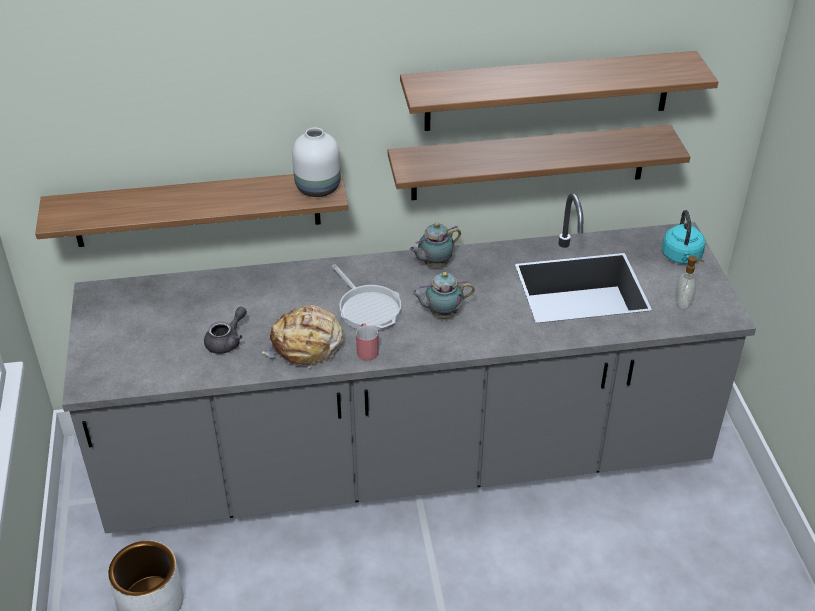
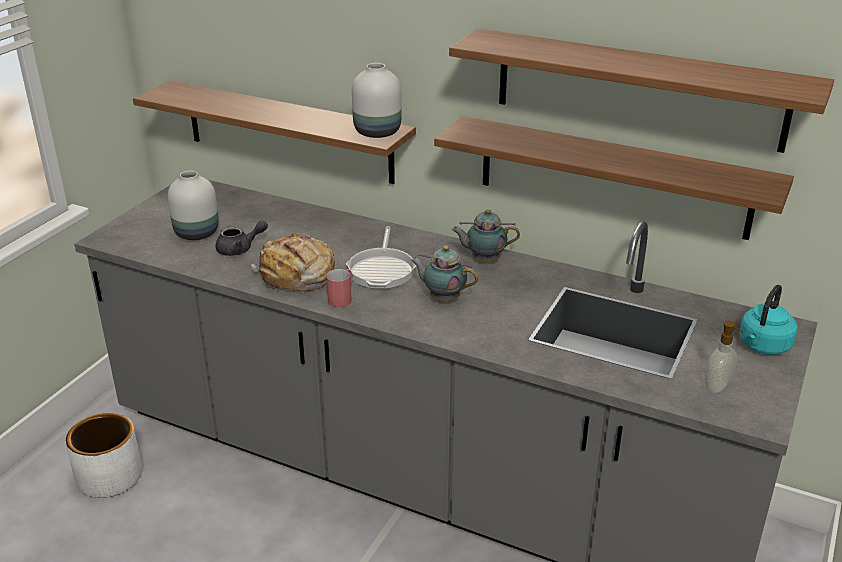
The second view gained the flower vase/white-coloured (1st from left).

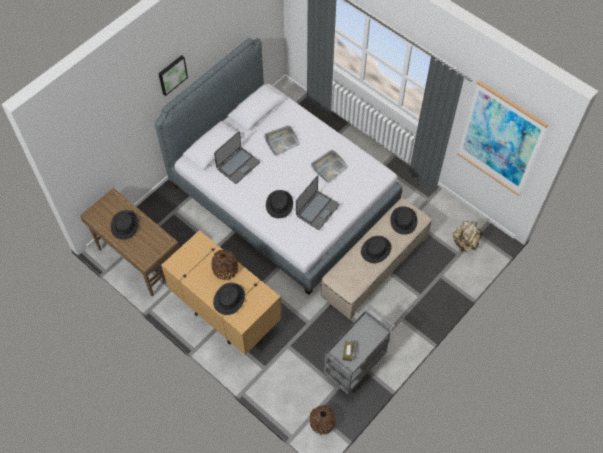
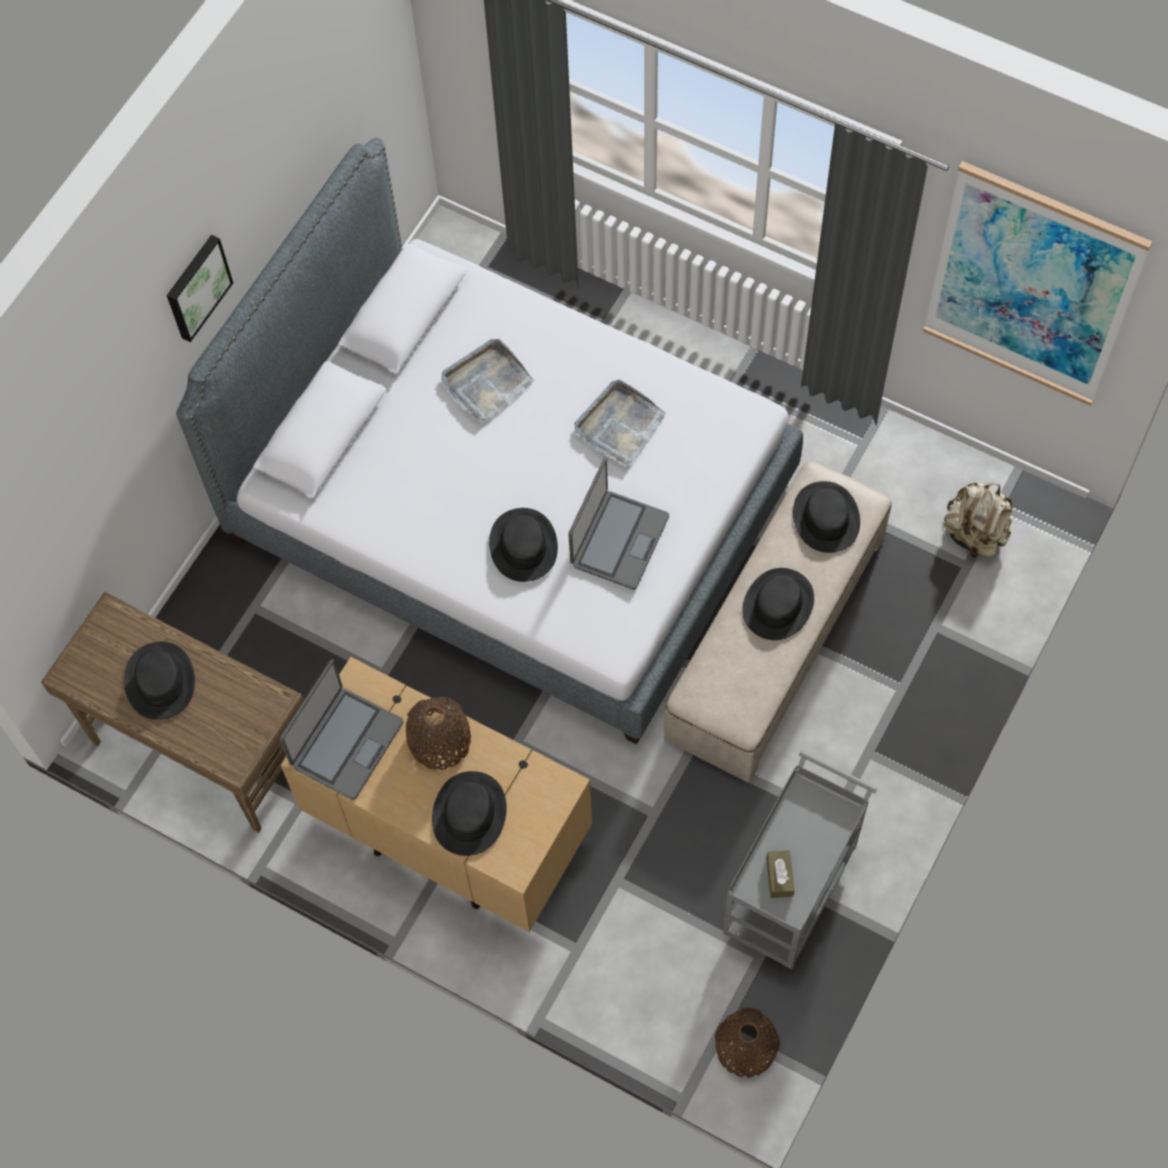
The portable computer (1st from left) ended up elsewhere.

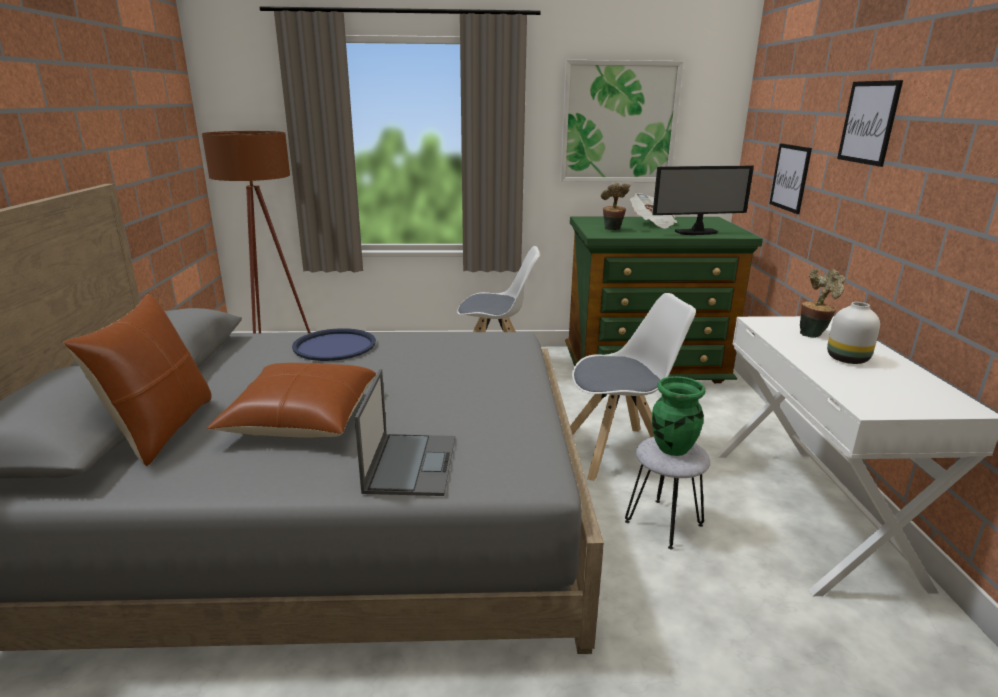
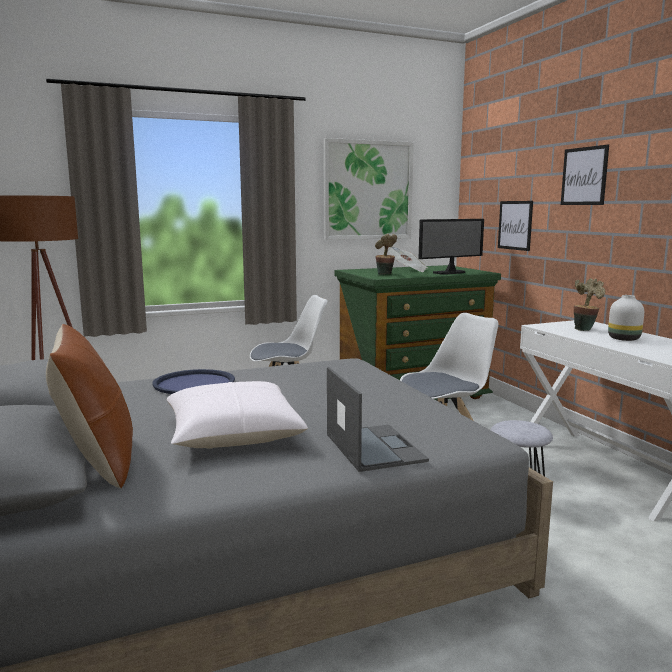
What was the throw pillow/brownish (2nd from left) turned into the throw pillow/white-coloured. The second view lost the flower vase/green.

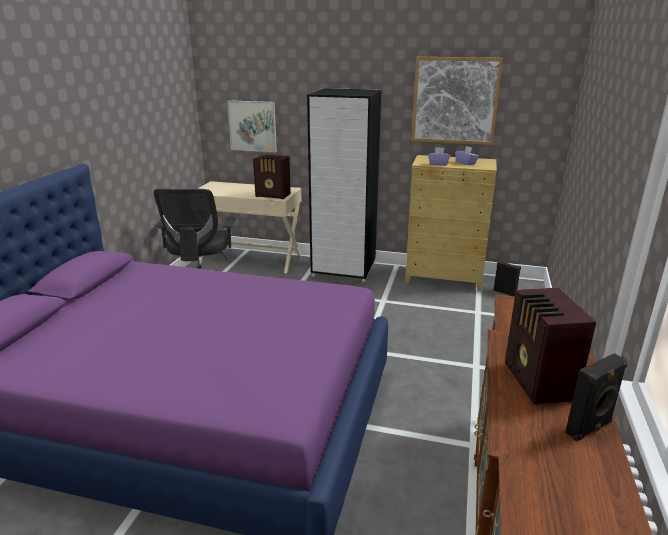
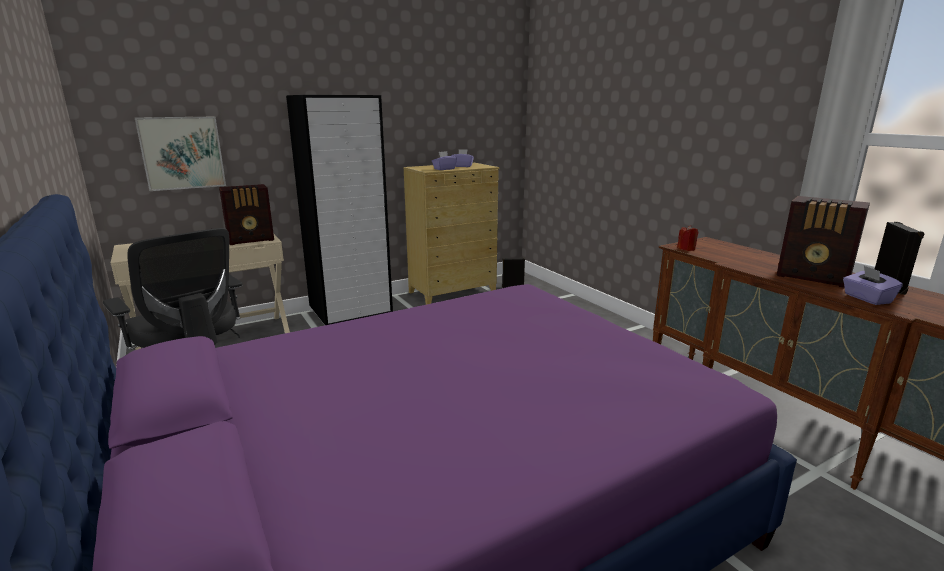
The second view gained the wax light/reddish. The second view gained the tissue holder/purple-coloured (3rd from left). The second view lost the wall art (2nd from left).

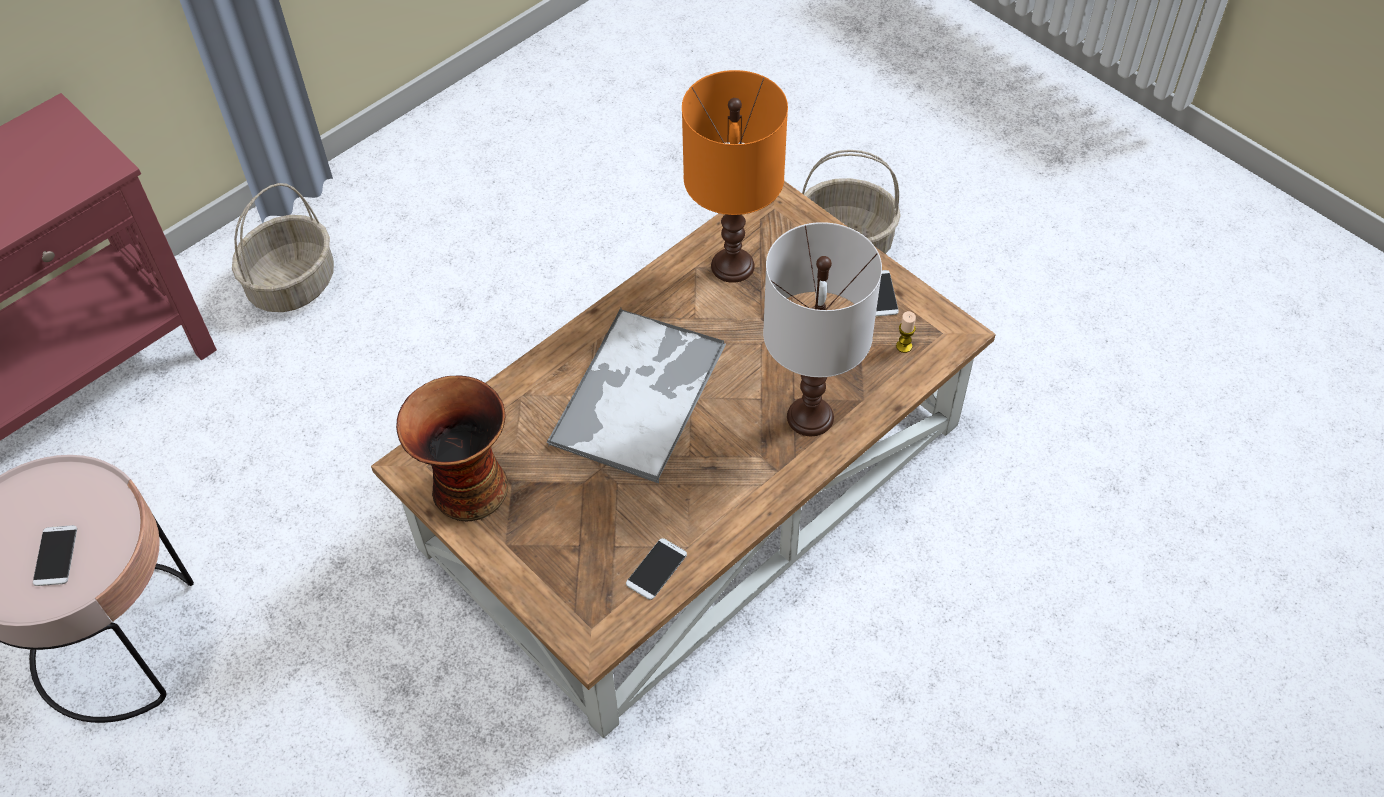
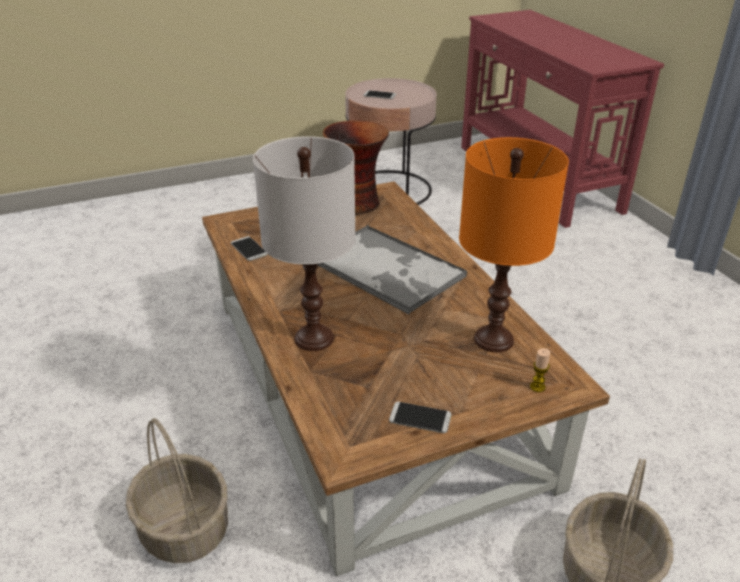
The household basket (1st from left) ended up elsewhere. The wax light ended up elsewhere.

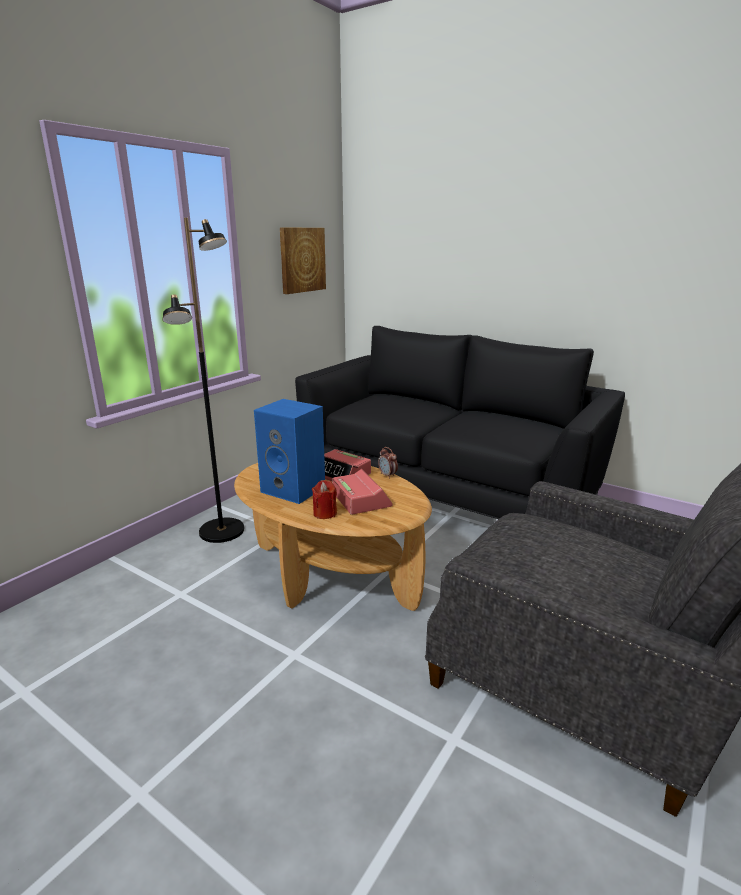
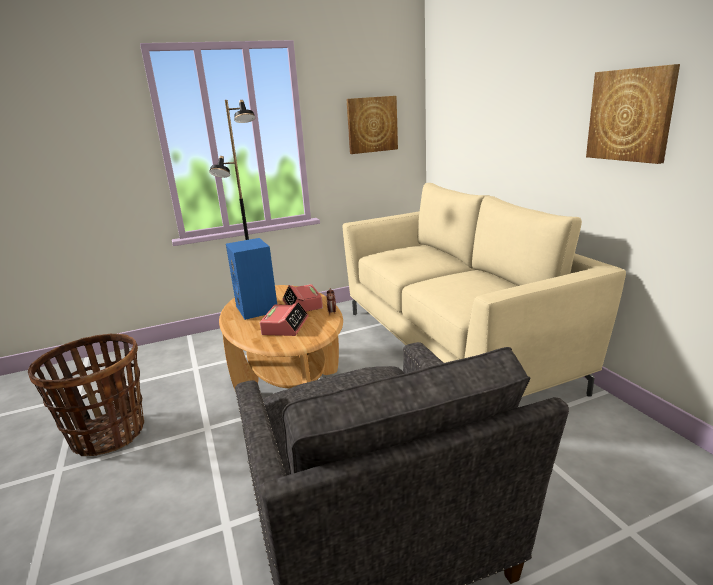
The second view gained the household basket. What was the settee/black-coloured turned into the settee/sand-coloured. The second view gained the wall art (2nd from left). The second view lost the wax light/reddish.

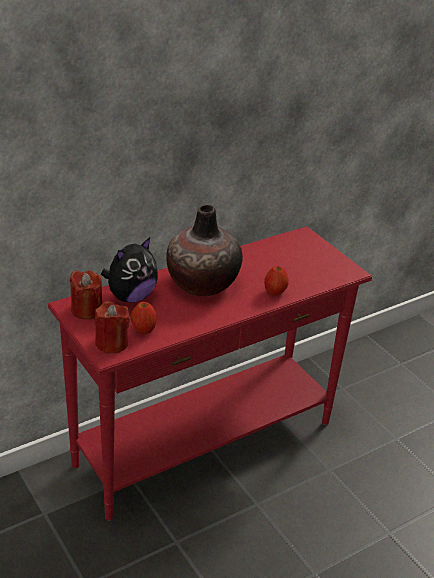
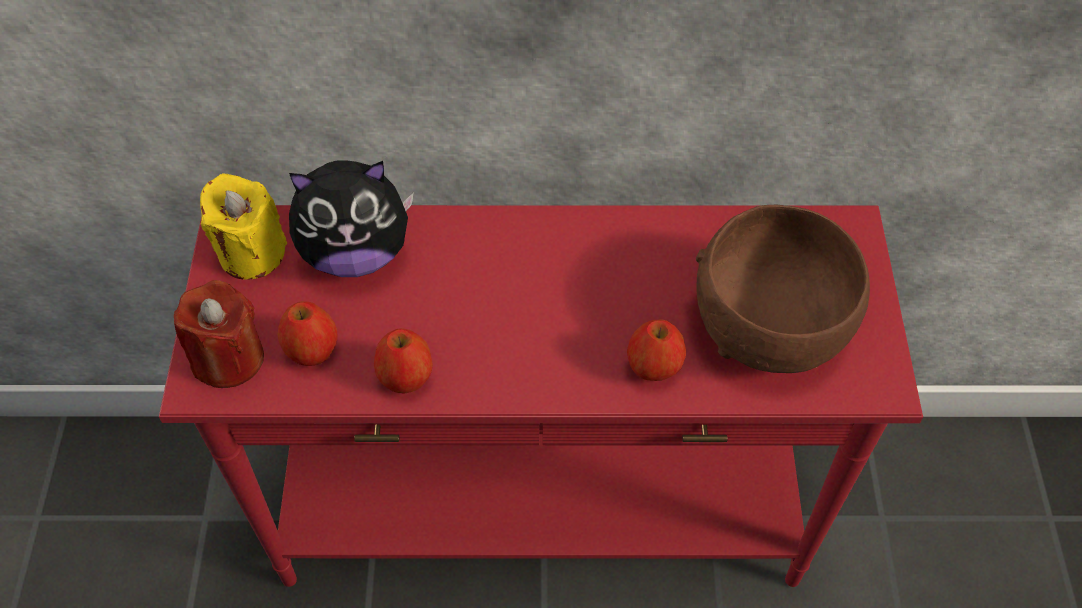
What was the wax light/reddish (1st from left) turned into the wax light/yellow-coloured. The second view gained the apple fruit (2nd from left). The second view gained the bowl/brownish. The second view lost the flower vase.

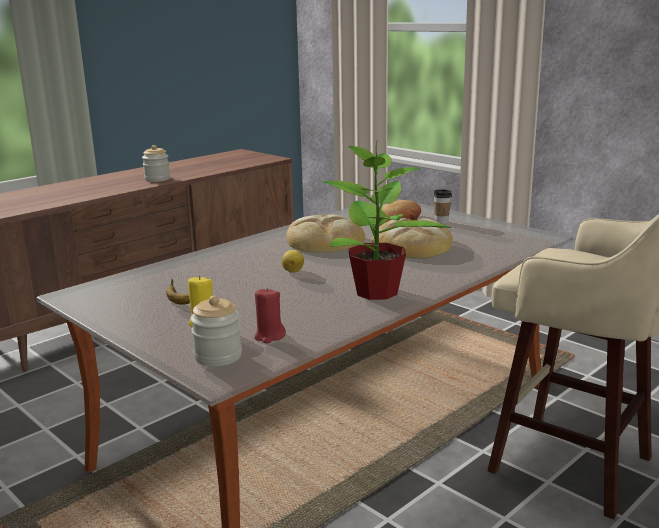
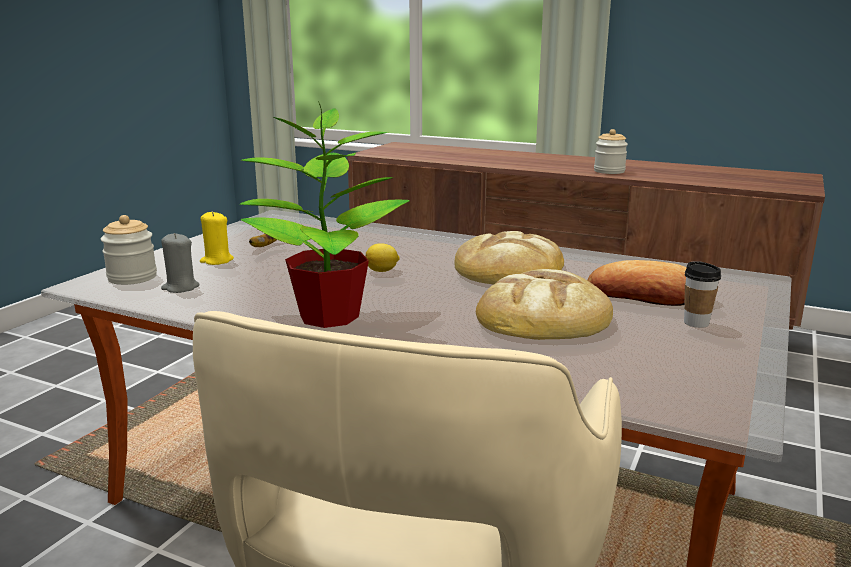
What was the wax light/reddish turned into the wax light/greyish.

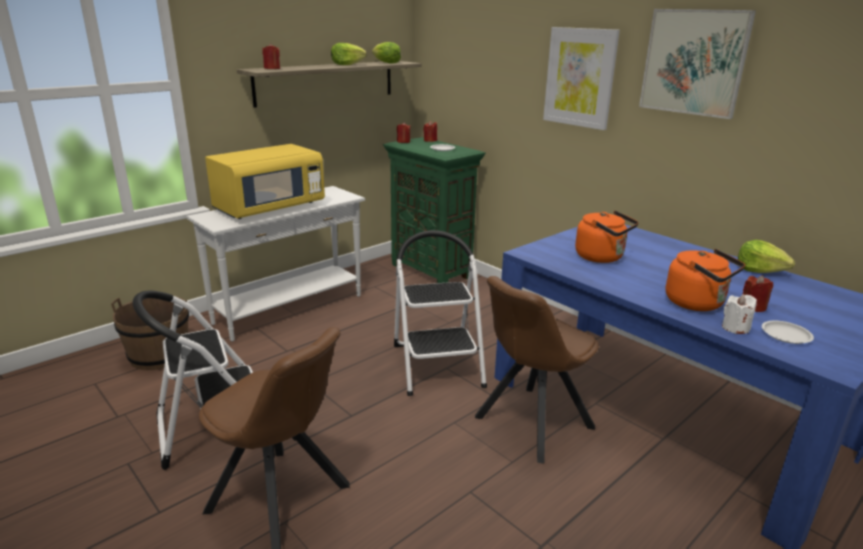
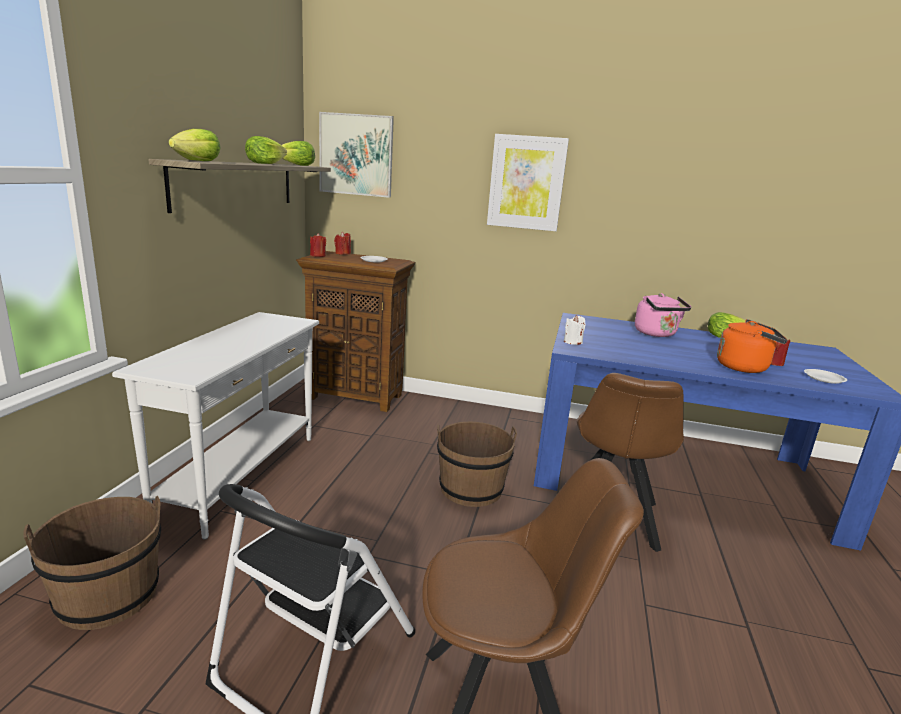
Where the wax light/reddish (1st from left) stood, the lettuce (1st from left) came to stand. What was the storage cabinet/green turned into the storage cabinet/brownish. The wall art (2nd from left in the first image) ended up elsewhere. Where the step stool (2nd from left) stood, the pail/brownish (2nd from left) came to stand. The wax light/white-coloured ended up elsewhere. The second view gained the tea kettle/pinkish. The second view lost the kitchen microwave/yellow-coloured. The second view lost the tea kettle/orange-coloured (1st from left).

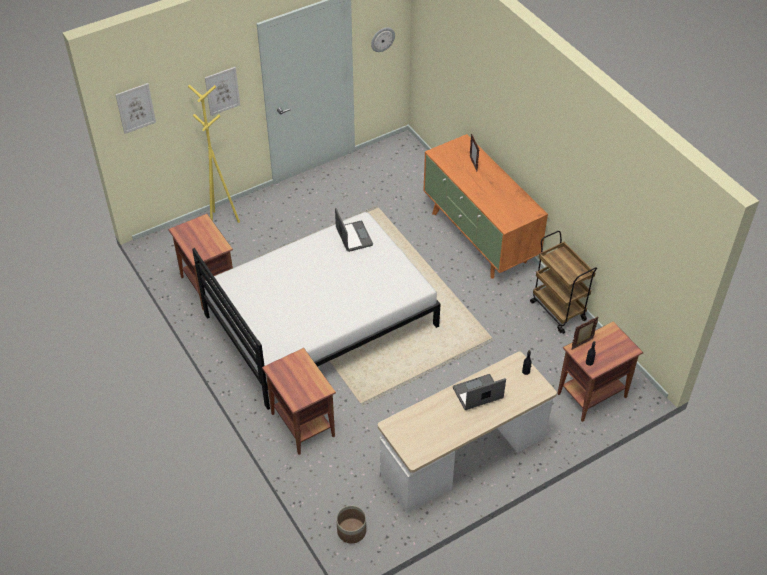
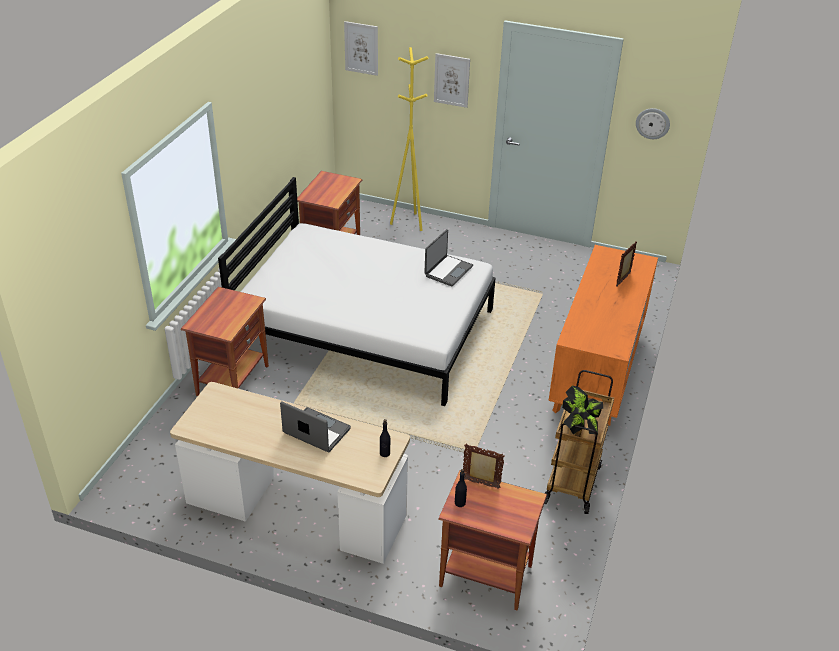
The second view gained the houseplant. The second view lost the plant pot.

